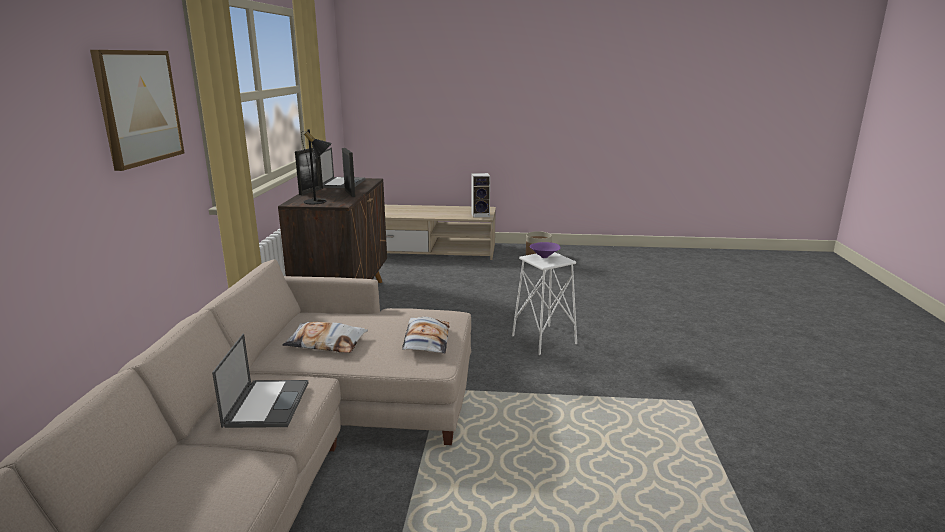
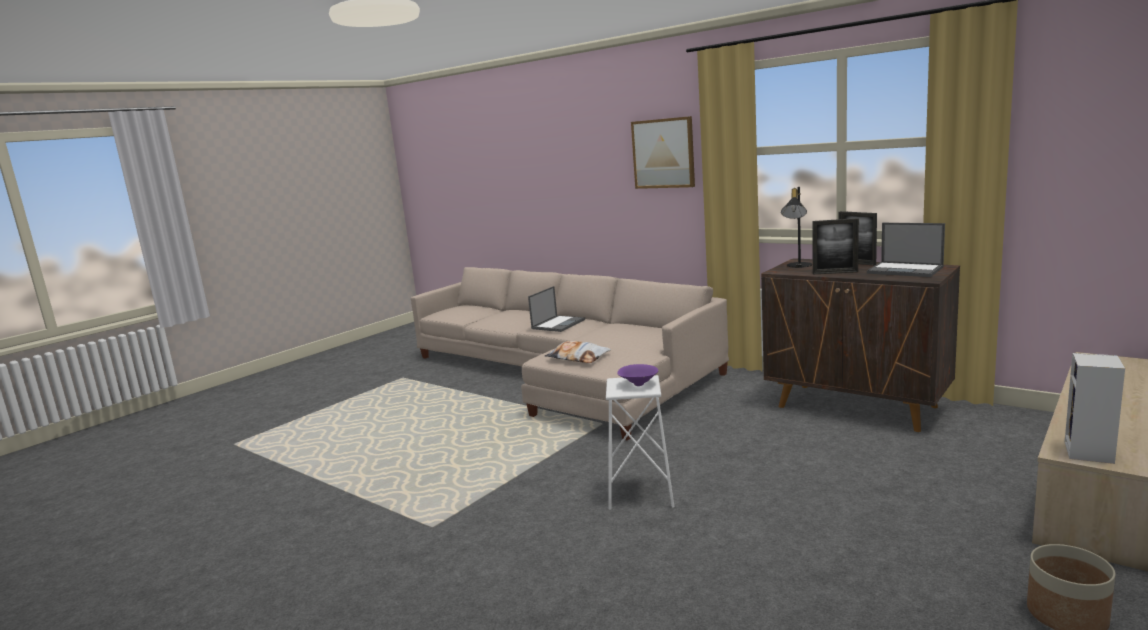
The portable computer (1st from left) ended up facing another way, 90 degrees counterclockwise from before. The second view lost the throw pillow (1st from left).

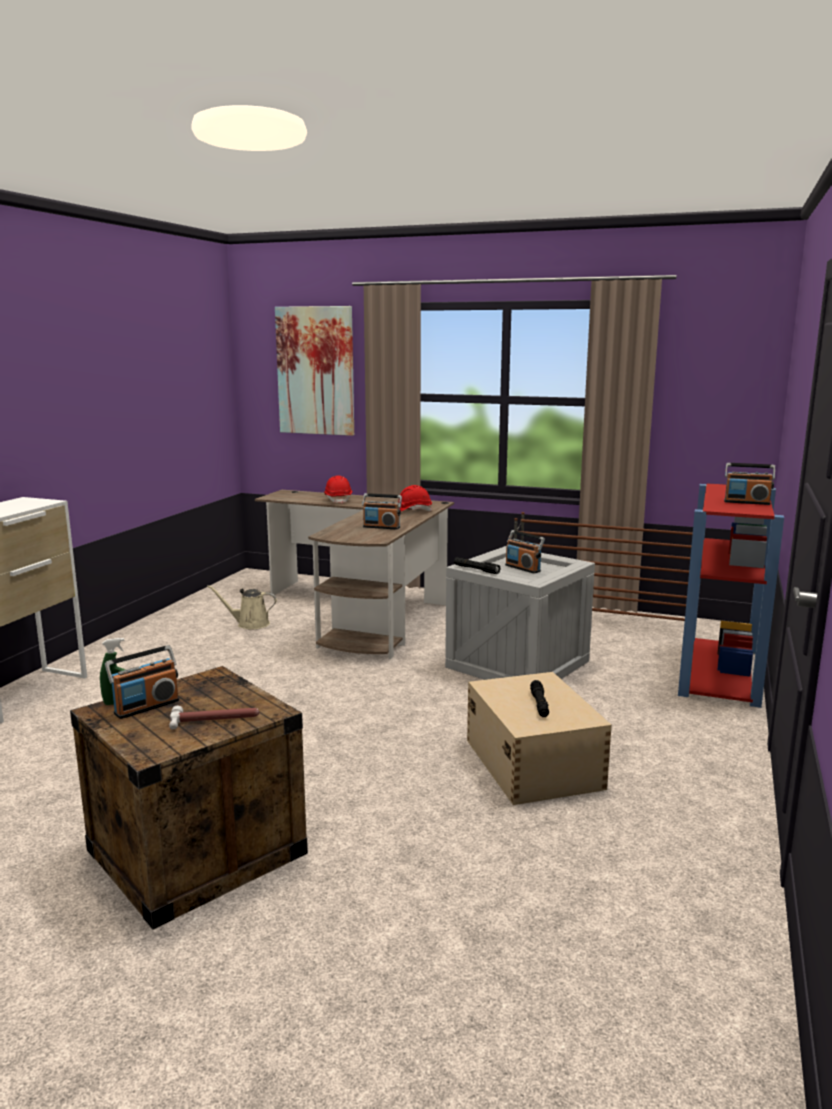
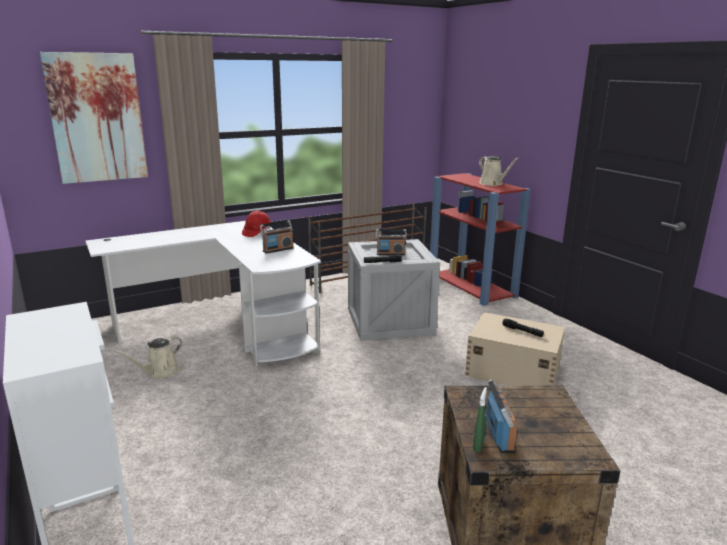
What was the desk/brownish turned into the desk/white-coloured. Where the radio (4th from left) stood, the sprinkling can/sand-coloured (2nd from left) came to stand. The second view lost the hammer. The second view lost the hard hat/reddish (1st from left).

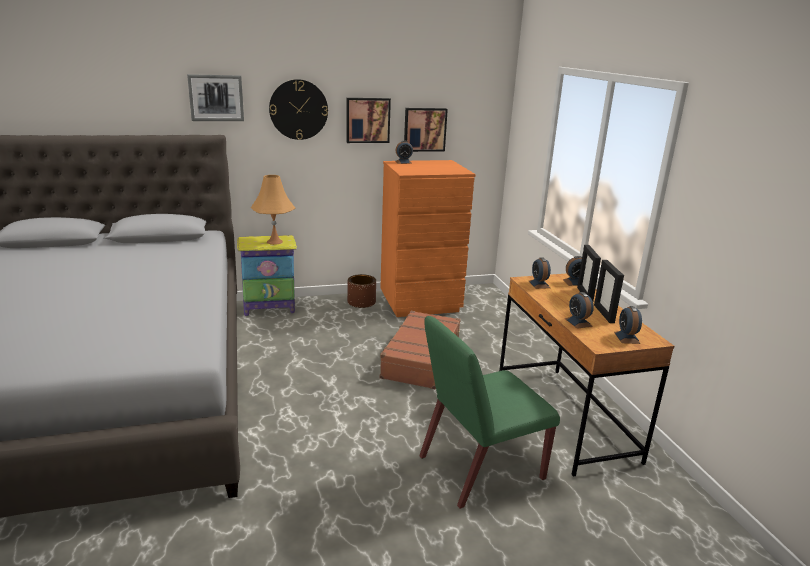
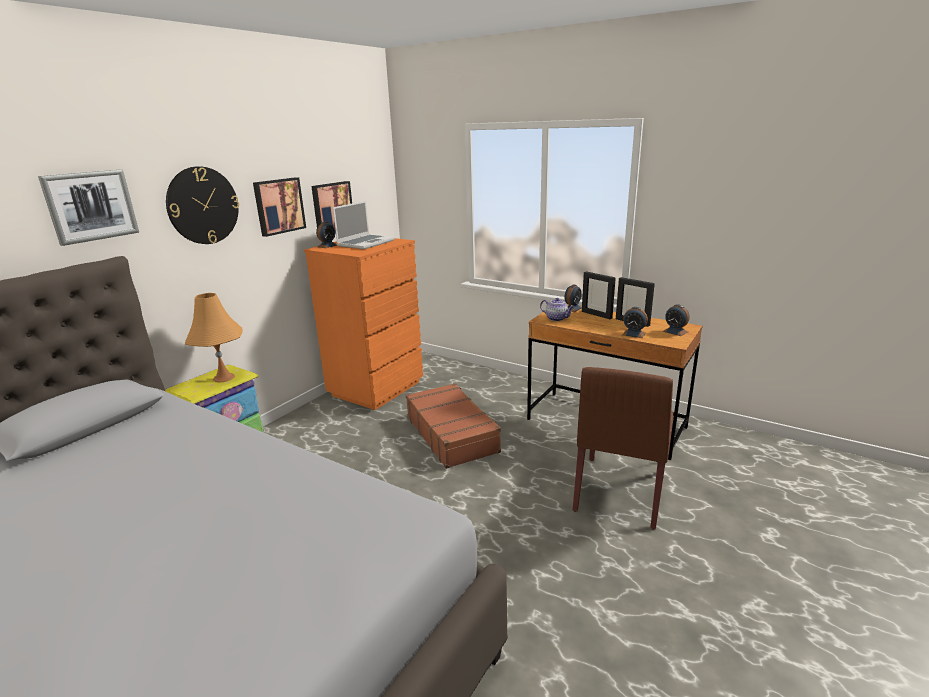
The second view gained the portable computer. Where the alarm clock (2nd from left) stood, the teapot came to stand. What was the upright chair/green turned into the upright chair/brownish. The second view lost the plant pot/brownish.

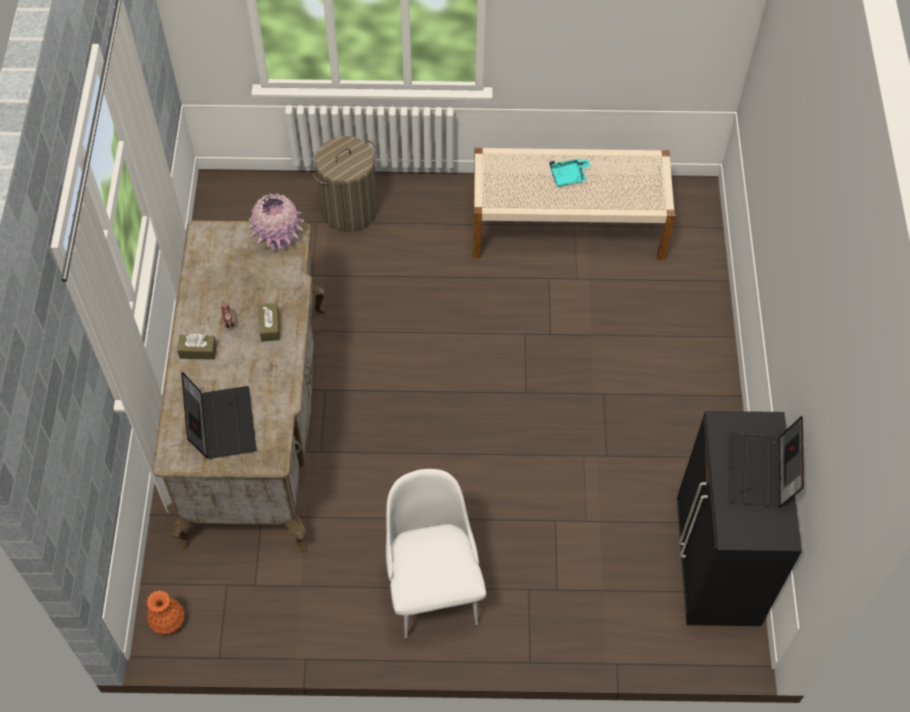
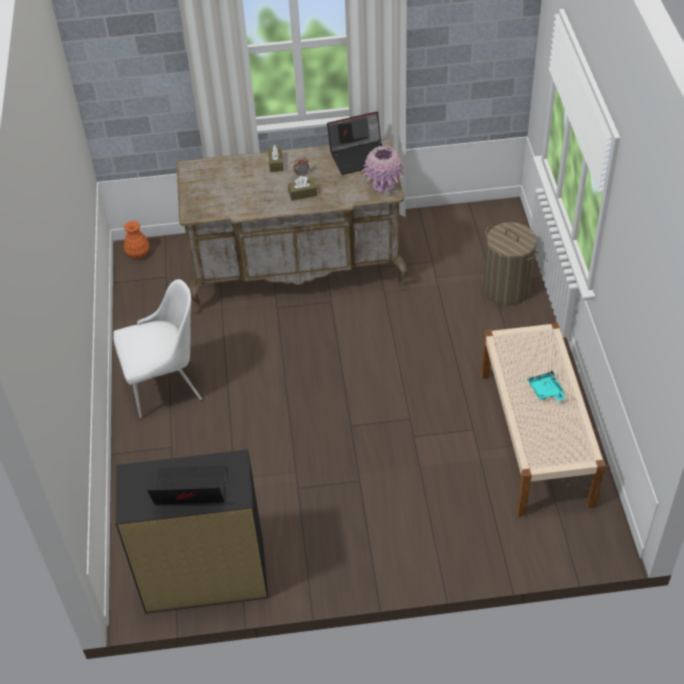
The portable computer (1st from left in the first image) ended up elsewhere.

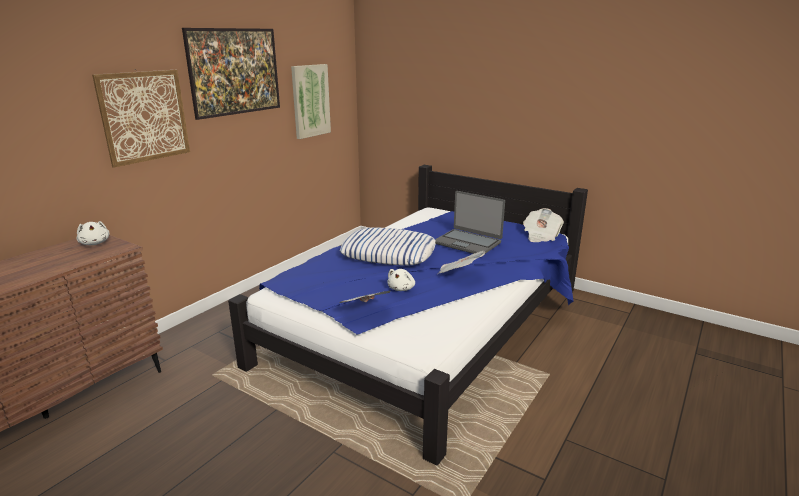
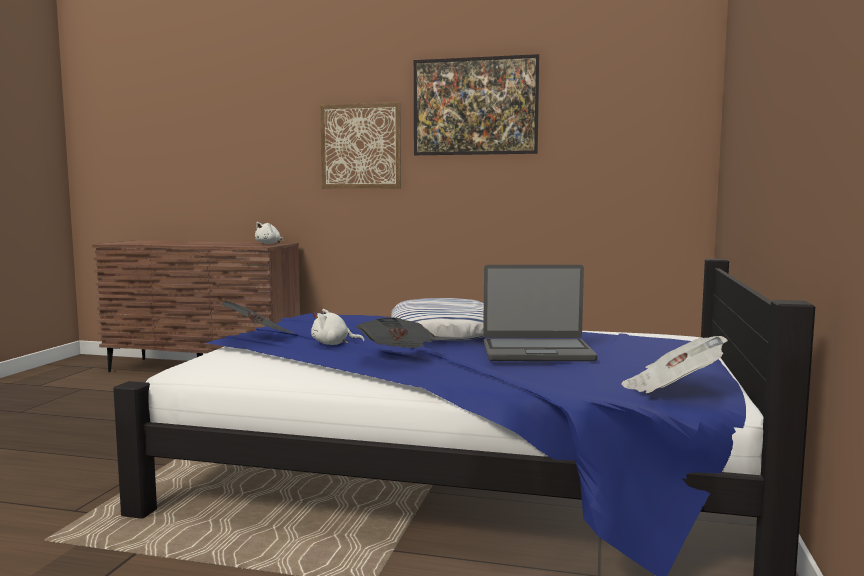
The portable computer ended up facing another way, 105 degrees counterclockwise from before. The second view lost the wall art (3rd from left).

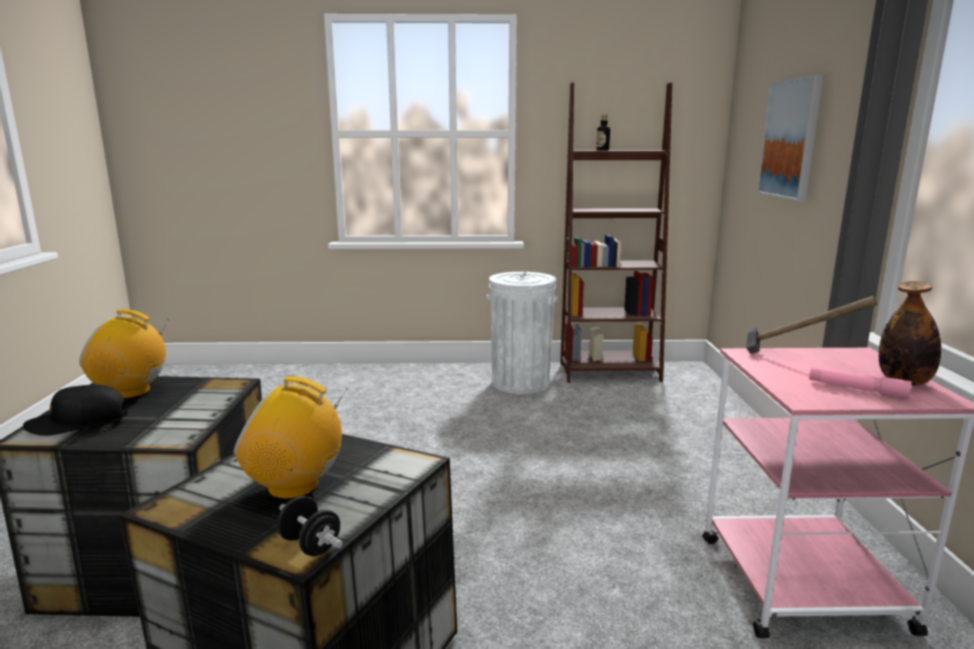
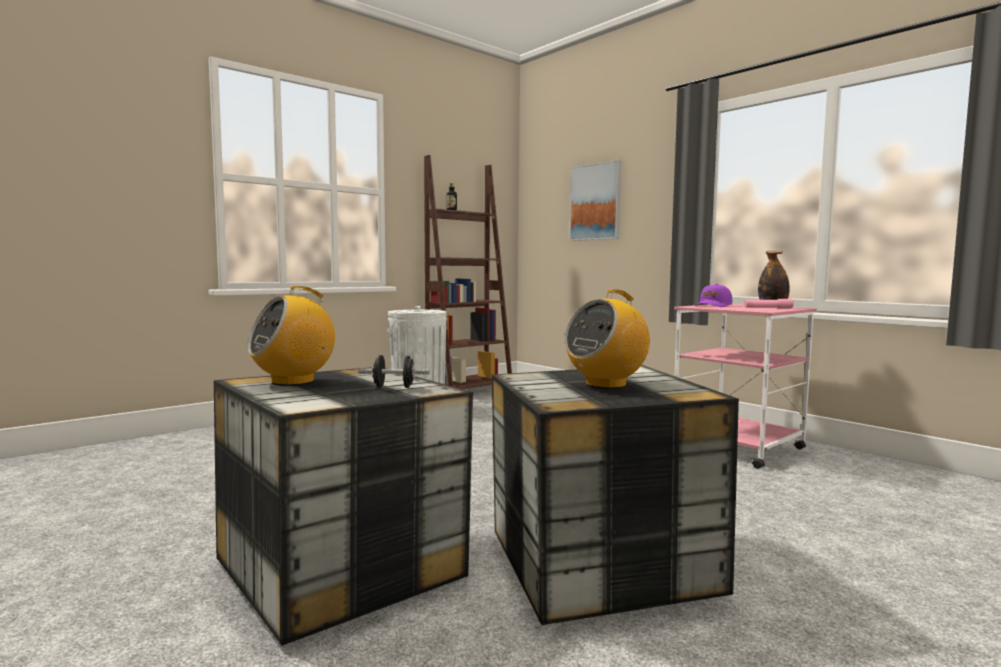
The dumbbell/black-coloured ended up elsewhere. Where the hammer stood, the baseball cap/purple-coloured came to stand. The second view lost the baseball cap/black-coloured.

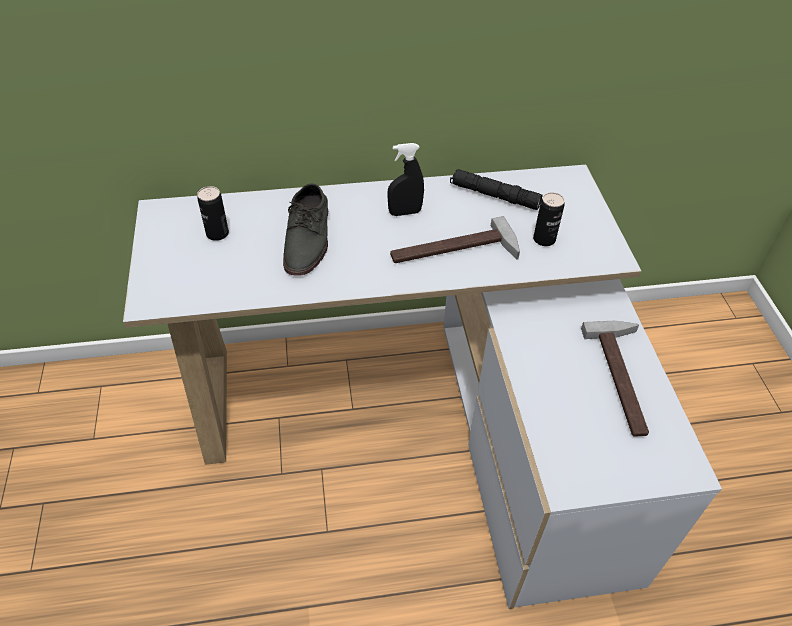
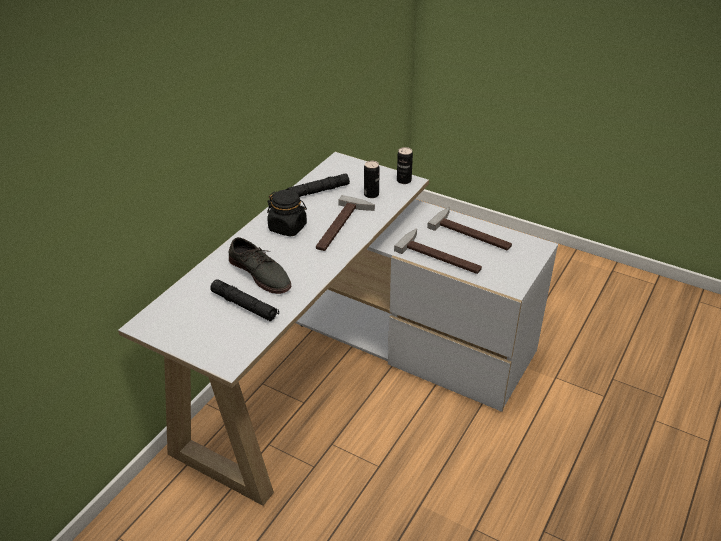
The second view gained the hand torch/black-coloured (1st from left). Where the sprayer/black-coloured stood, the preserve jar/black-coloured came to stand. The second view gained the hammer (2nd from left). The sealed can (1st from left in the first image) ended up elsewhere.

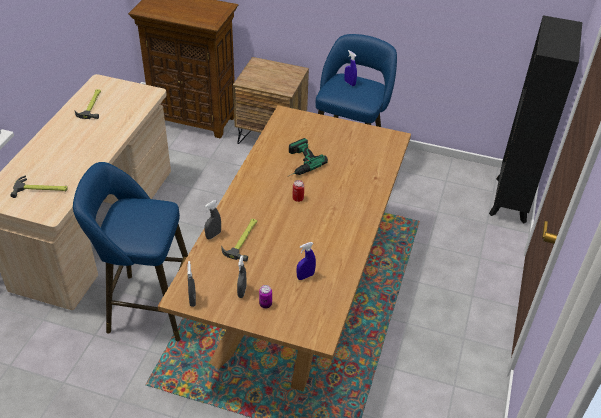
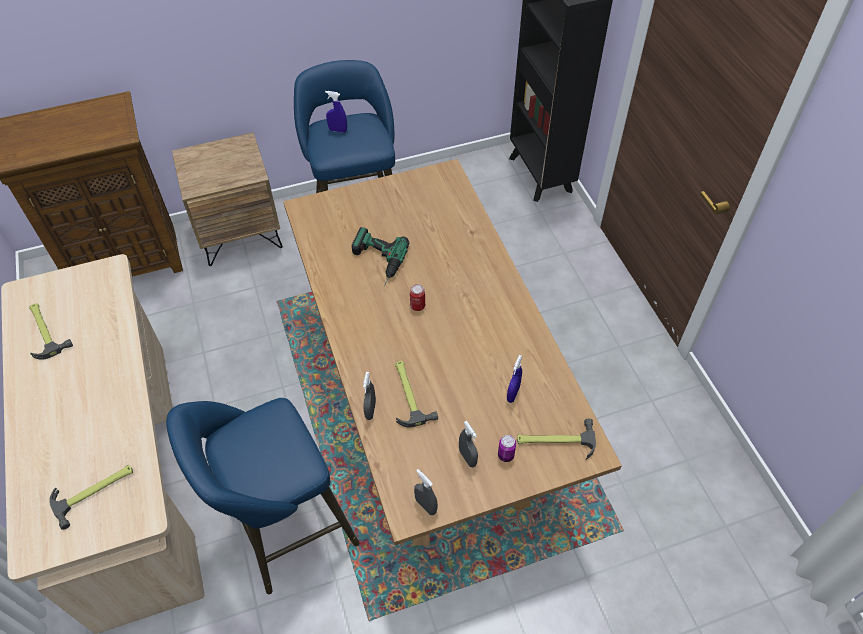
The second view gained the hammer (4th from left).

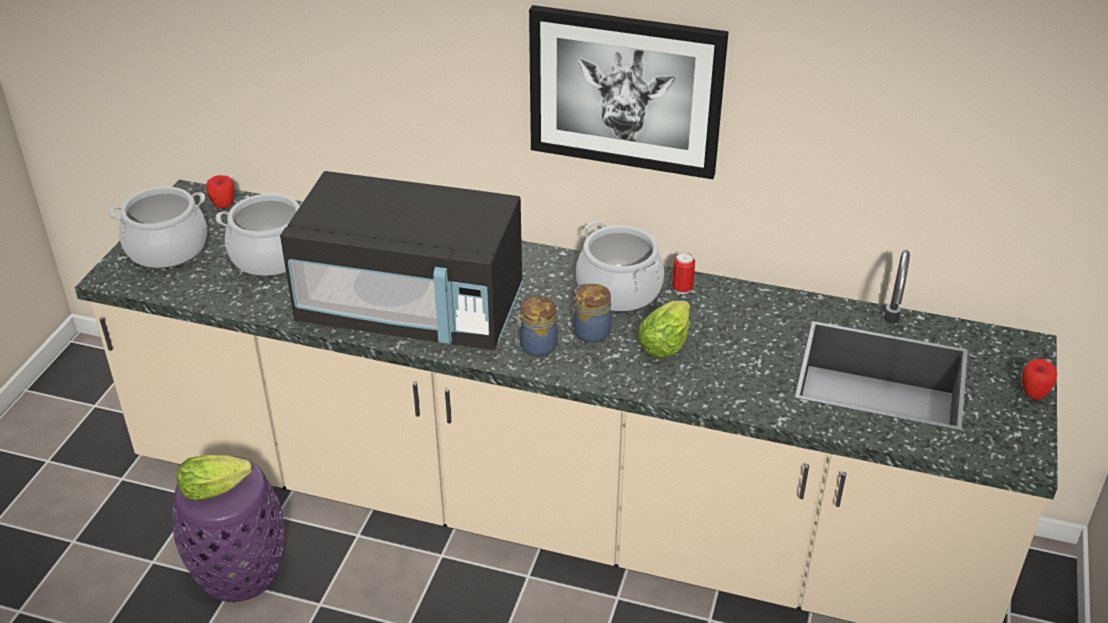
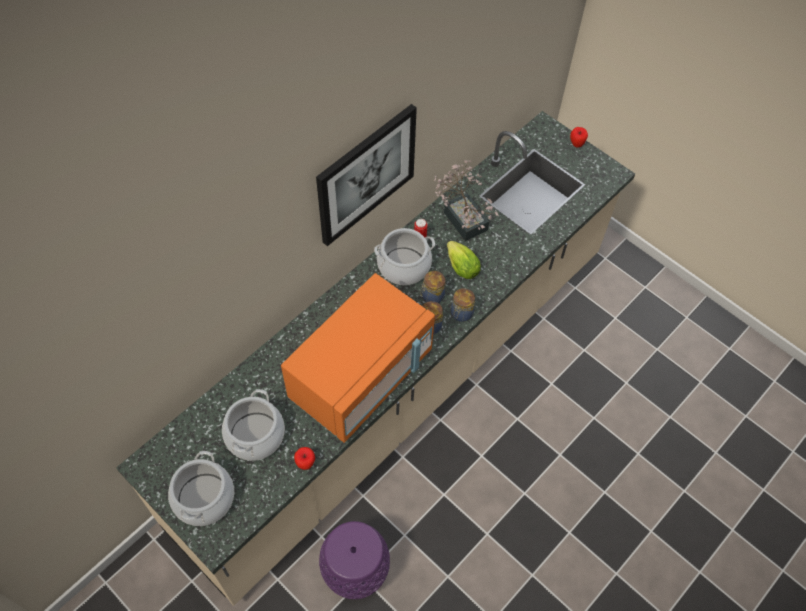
What was the kitchen microwave/black-coloured turned into the kitchen microwave/orange-coloured. The apple fruit (1st from left) ended up elsewhere. The second view gained the houseplant. The second view gained the preserve jar (3rd from left). The second view lost the lettuce (1st from left).

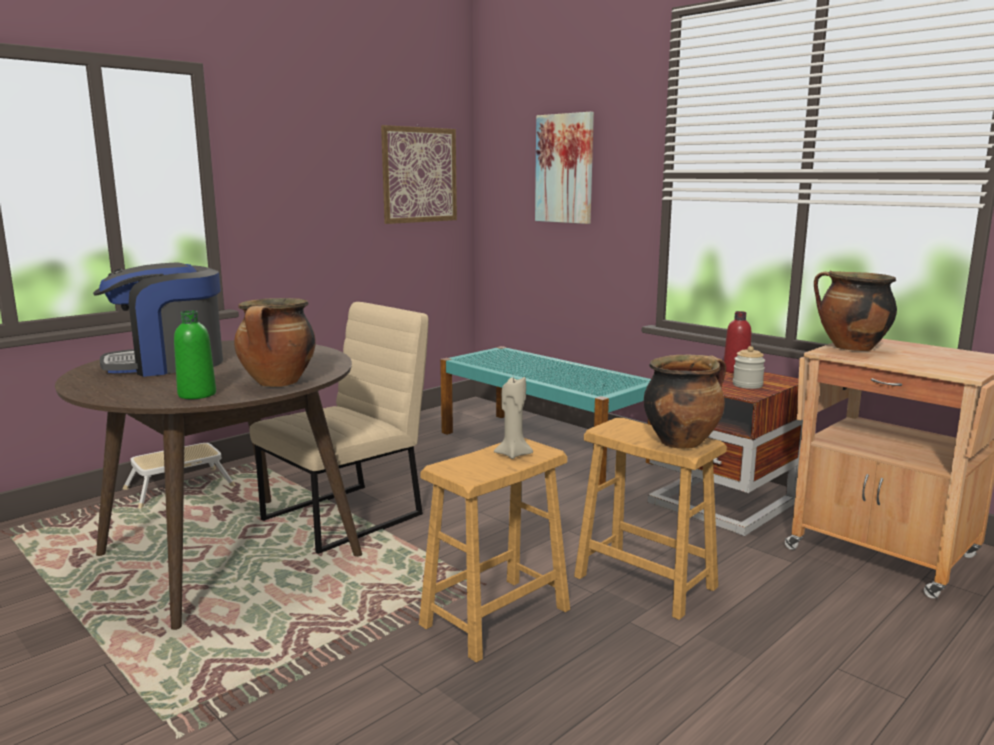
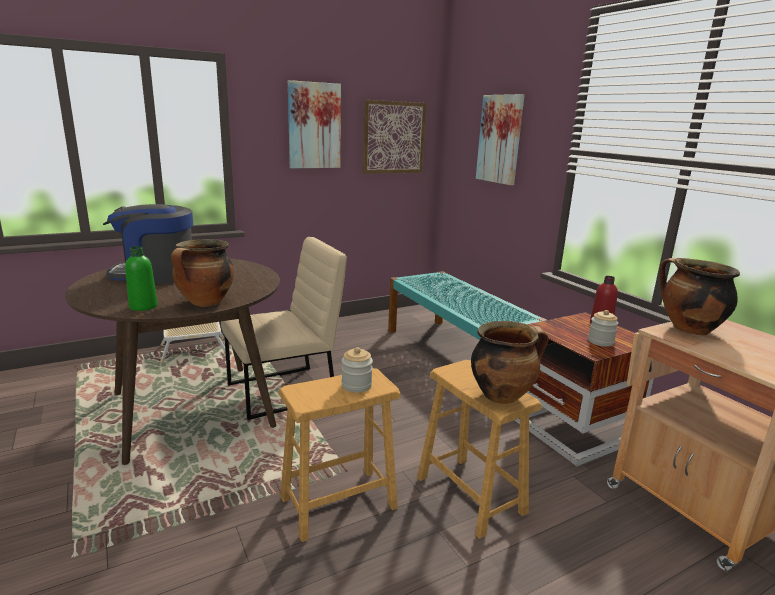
The second view gained the wall art (1st from left). Where the wax light/sand-coloured stood, the preserve jar (1st from left) came to stand.

